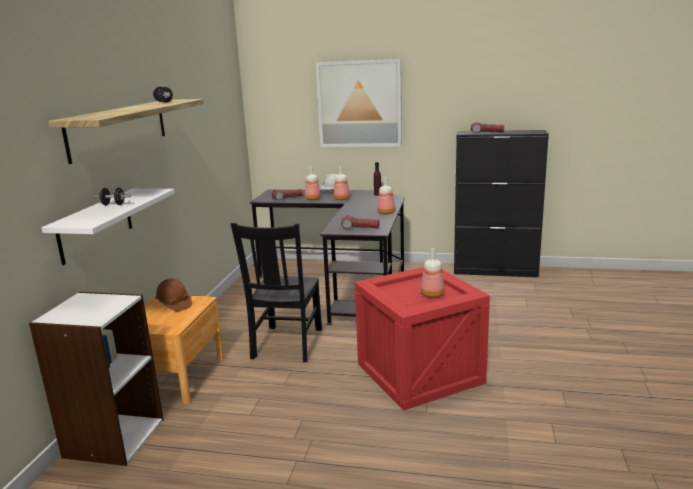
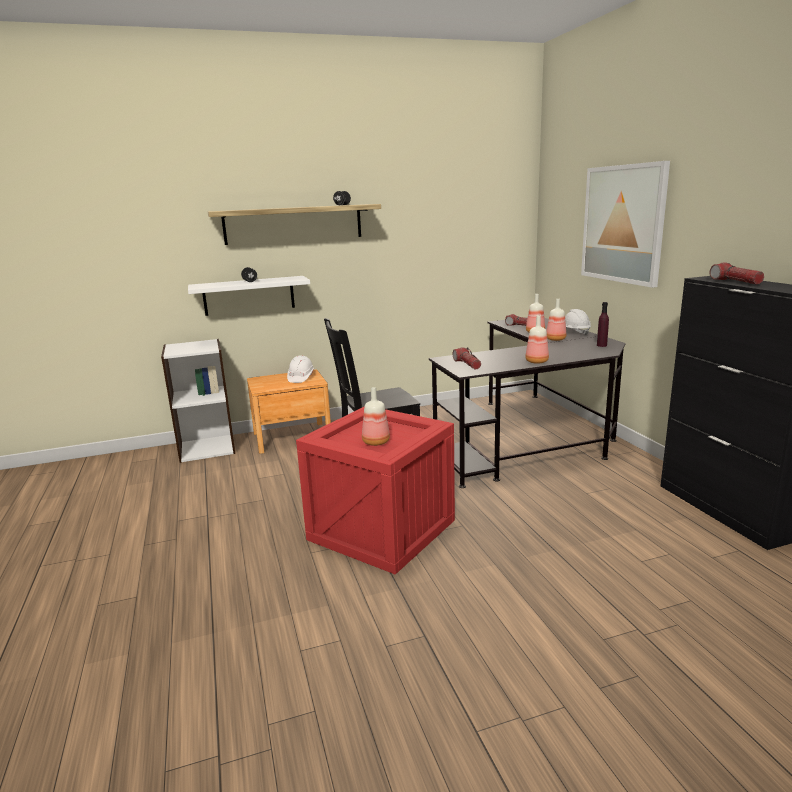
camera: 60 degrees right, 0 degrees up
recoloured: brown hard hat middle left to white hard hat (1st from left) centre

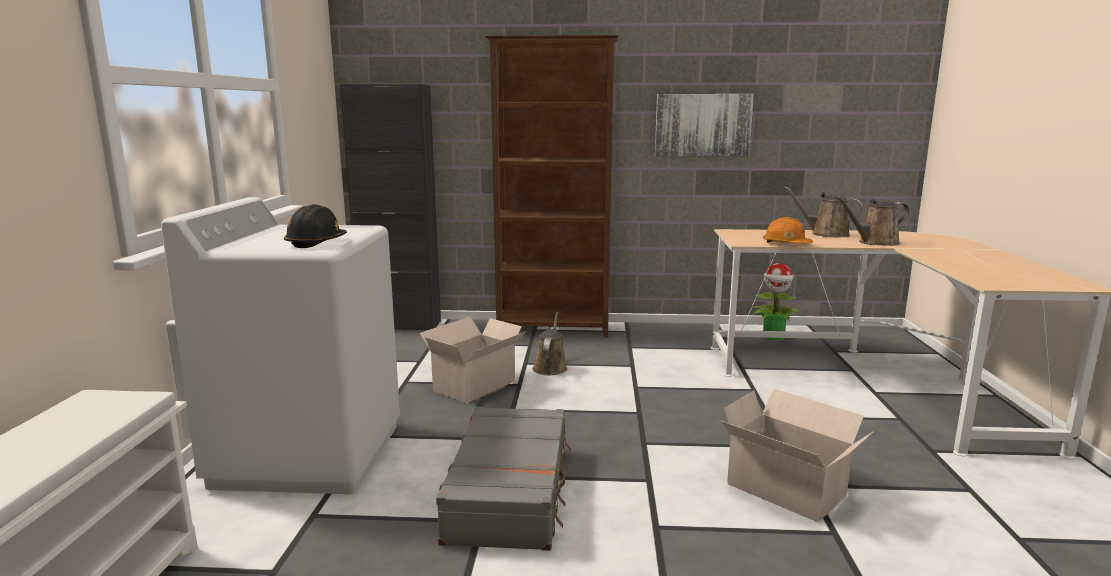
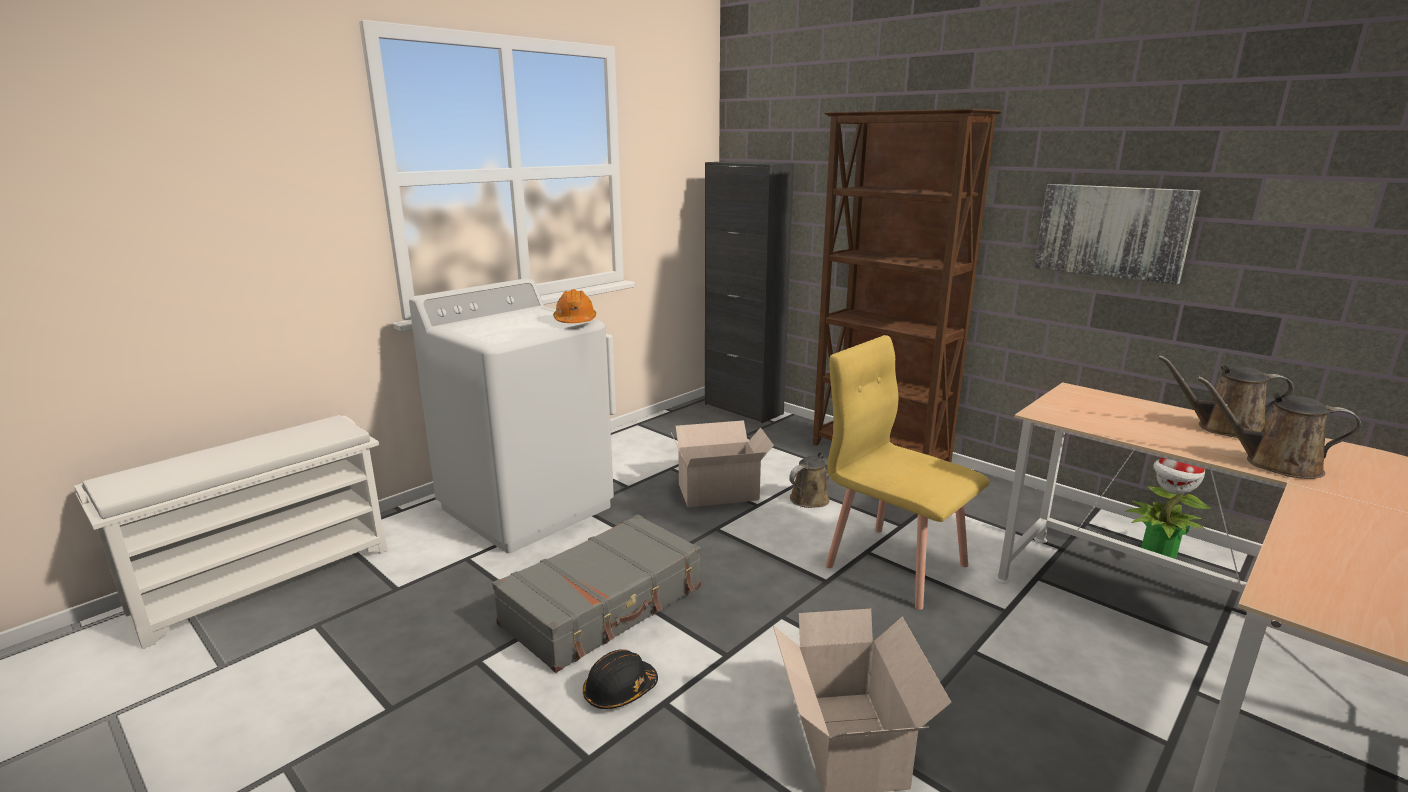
camera: 40 degrees right, 5 degrees up
added: yellow chair centre
moved: black hard hat middle left to bottom centre; orange hard hat middle right to centre
turned: brown watering can (2nd from left) middle right = middle right 60 degrees counterclockwise

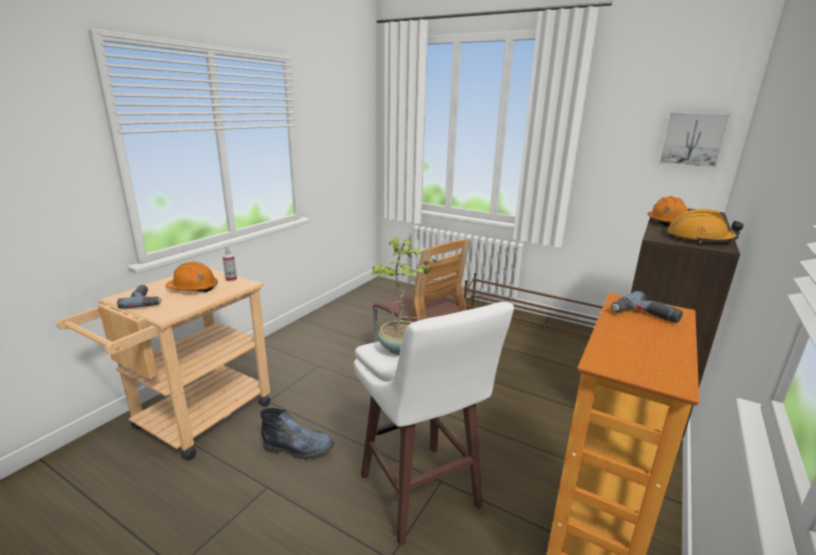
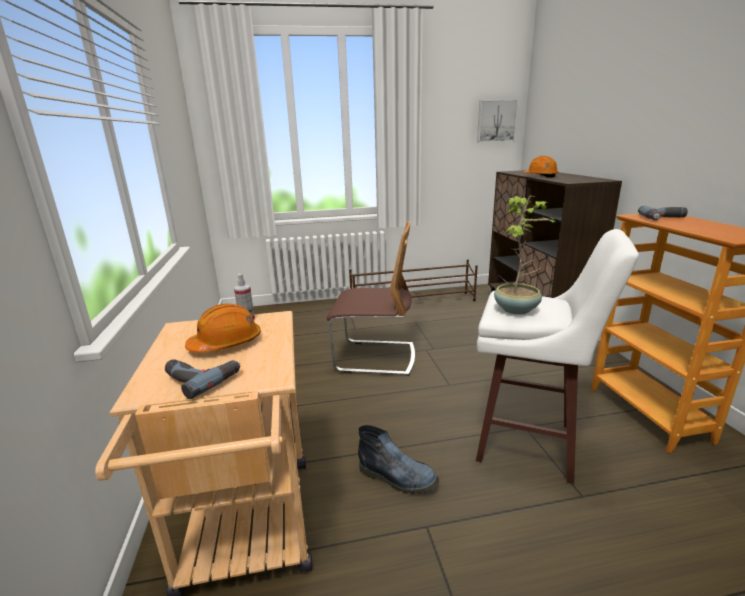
camera: 40 degrees left, 0 degrees up
removed: orange hard hat (3rd from left) middle right
turned: boot bottom centre = bottom centre 60 degrees clockwise

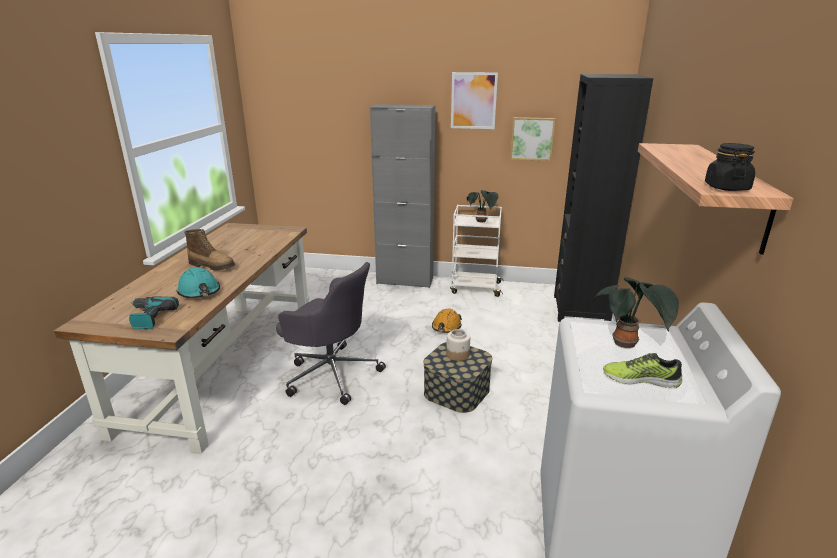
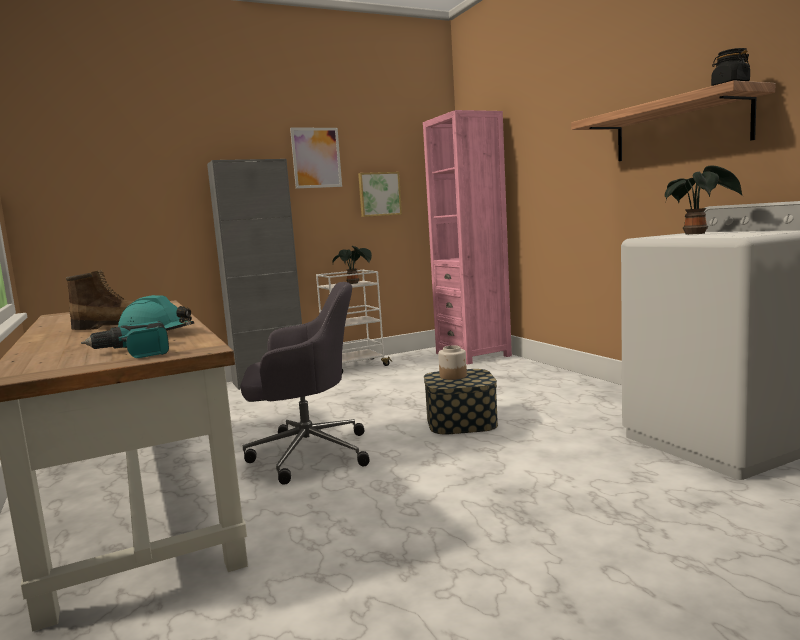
camera: 35 degrees left, 15 degrees down
removed: orange hard hat centre; shoe middle right
recoloured: black bookcase middle right to pink bookcase centre

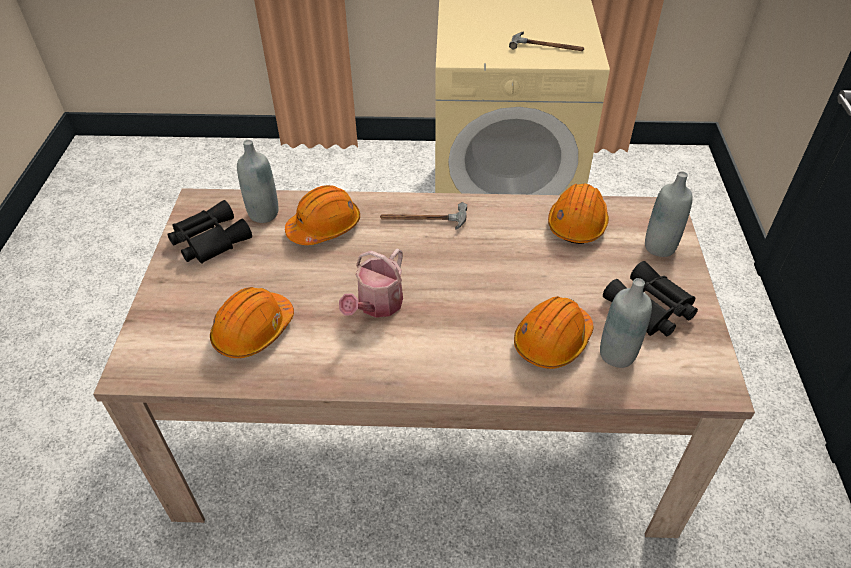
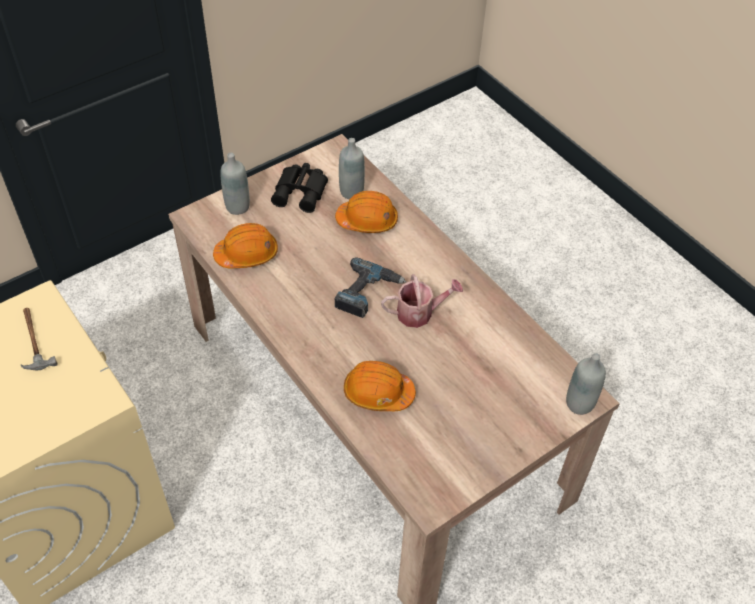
camera: 130 degrees left, 5 degrees up
removed: black binoculars (1st from left) middle left; orange hard hat (1st from left) middle left; hammer (1st from left) centre
added: power drill centre
moved: grey bottle (1st from left in the first image) top left to grey bottle (3rd from left) middle right

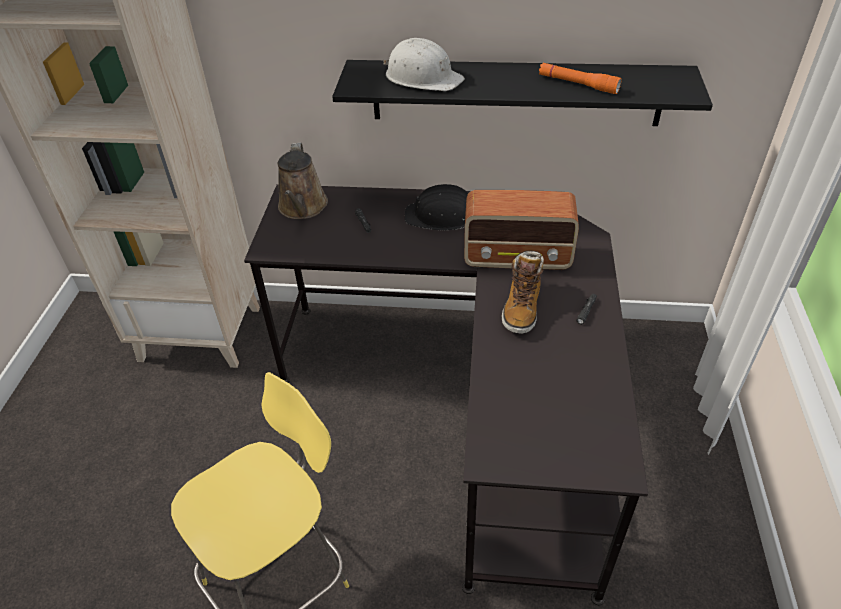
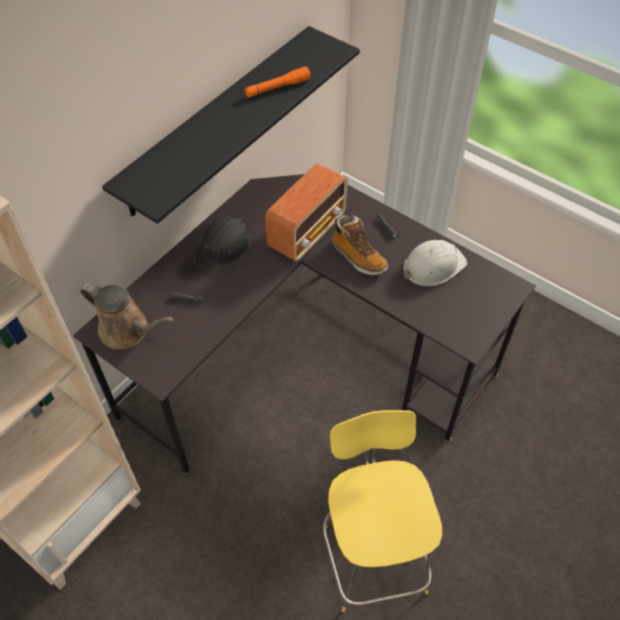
camera: 60 degrees left, 10 degrees up
moved: white hard hat top centre to middle right

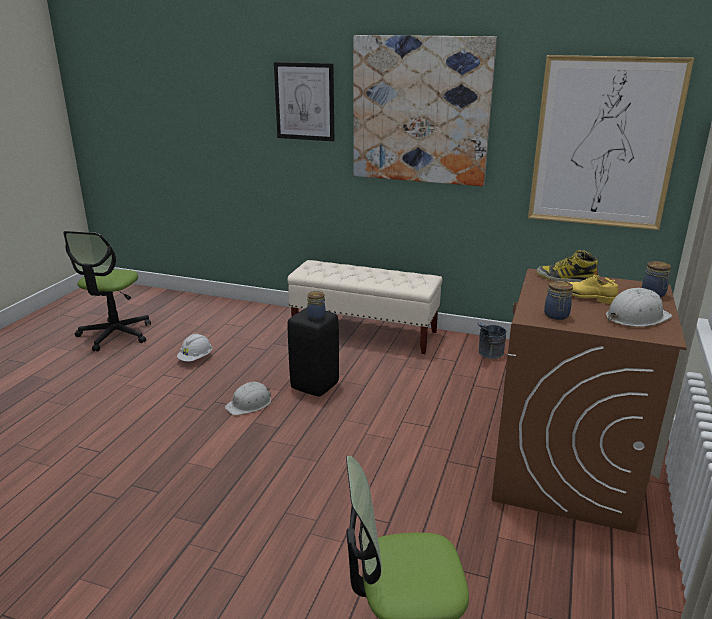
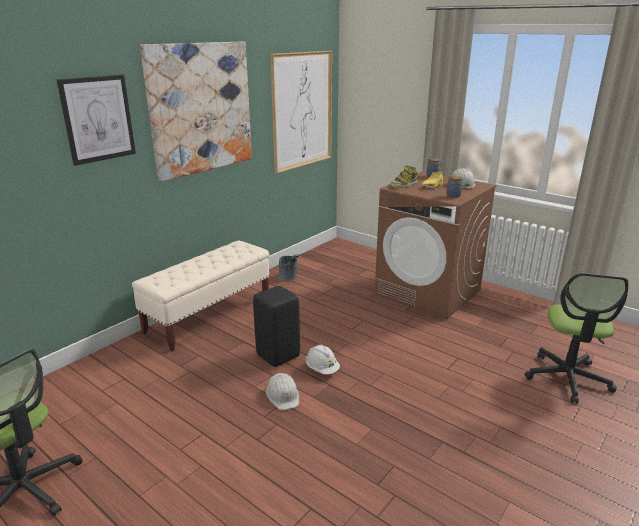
camera: 70 degrees left, 0 degrees up
removed: jar (1st from left) centre
moved: white hard hat (1st from left in the first image) middle left to white hard hat (2nd from left) bottom centre

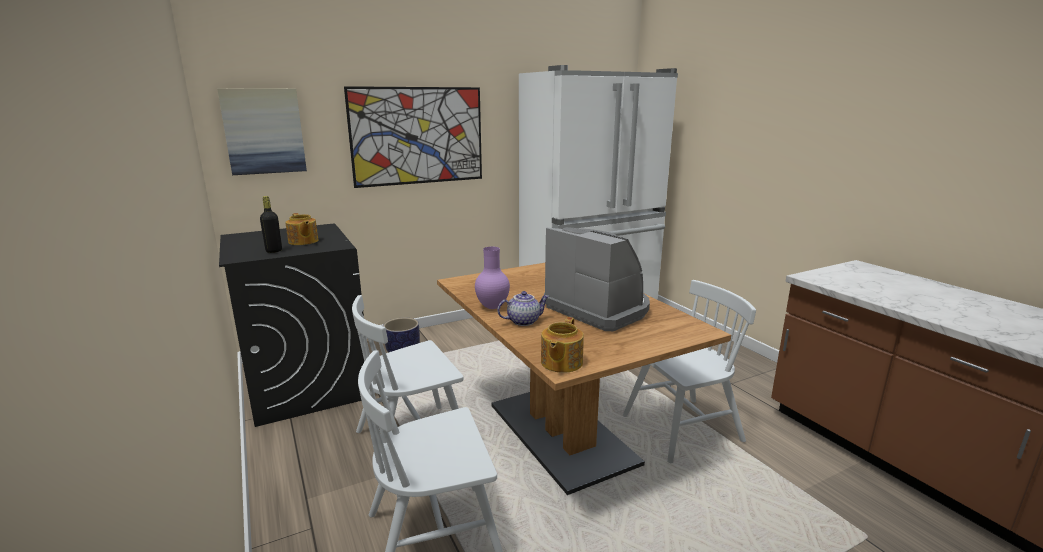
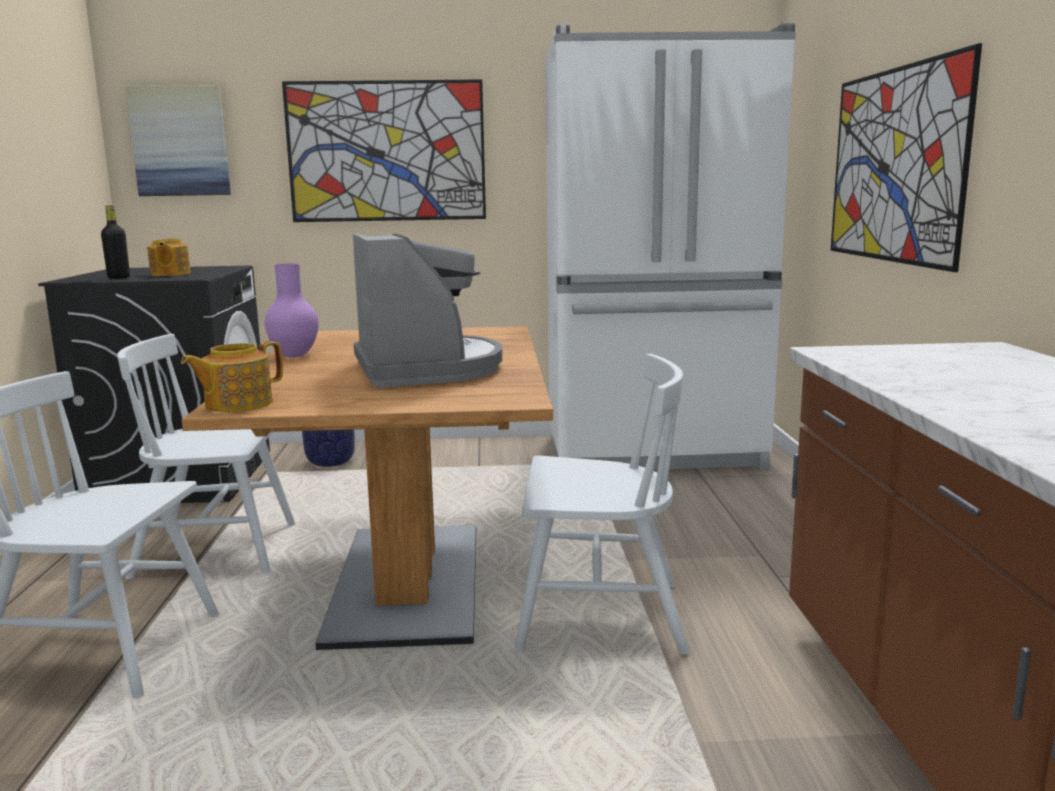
camera: 25 degrees right, 5 degrees down
removed: teapot (2nd from left) centre
added: picture (3rd from left) top right

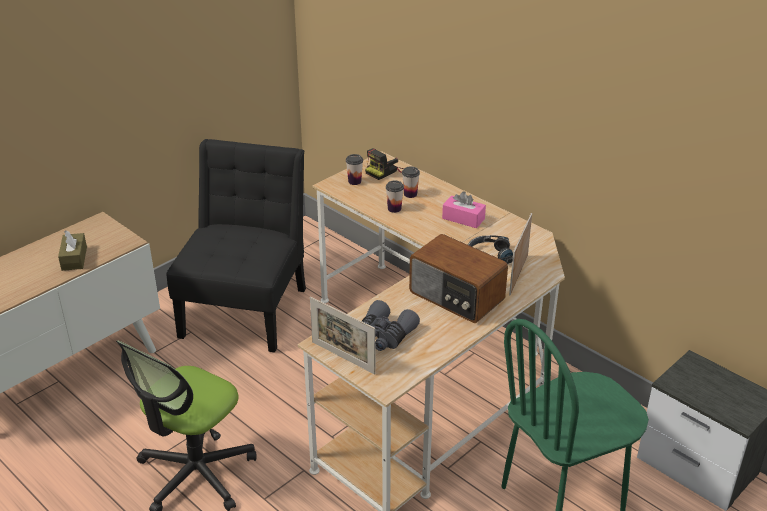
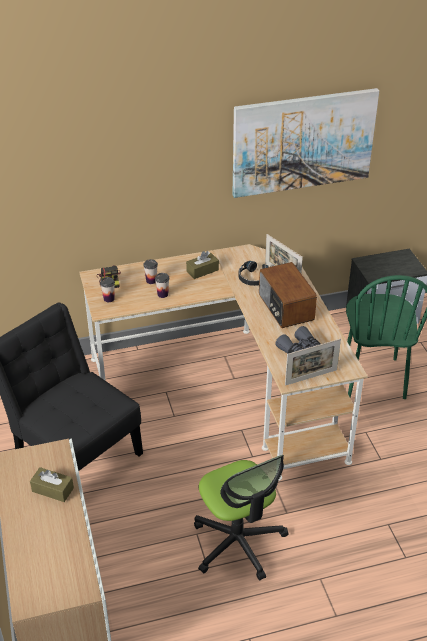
camera: 60 degrees left, 5 degrees up
added: picture top right
recoloured: pink tissue box centre to brown tissue box (2nd from left) centre
turned: radio centre = middle right 90 degrees clockwise

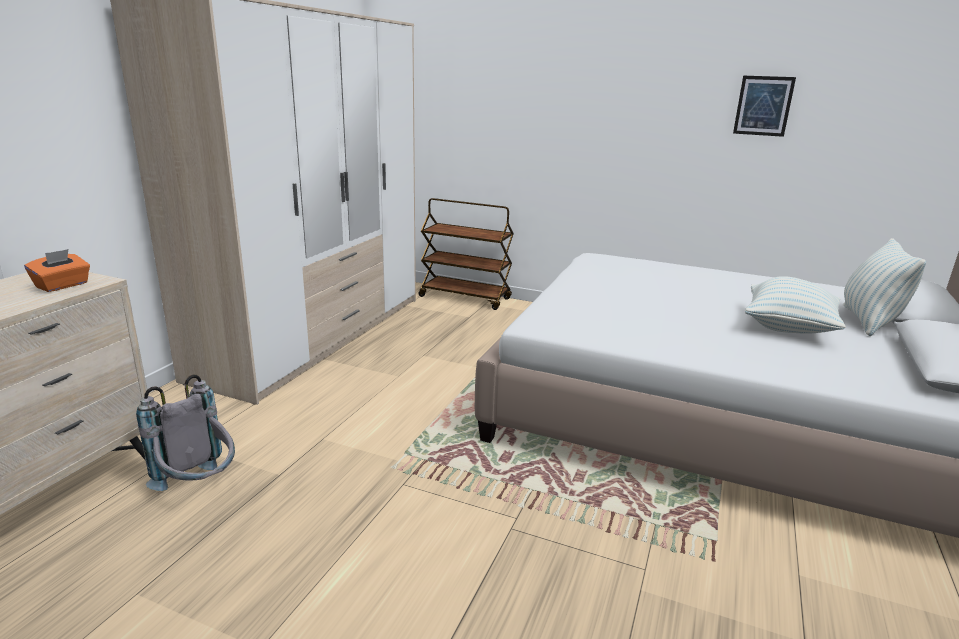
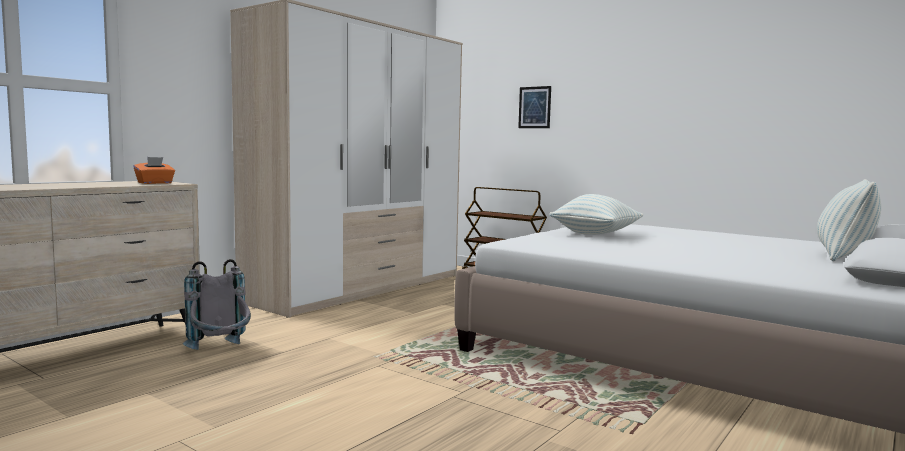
camera: 15 degrees right, 15 degrees down
moved: picture top right to top centre; pillow (1st from left) middle right to centre

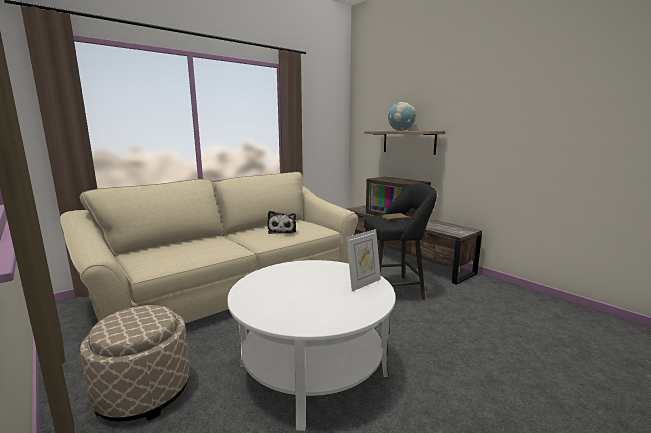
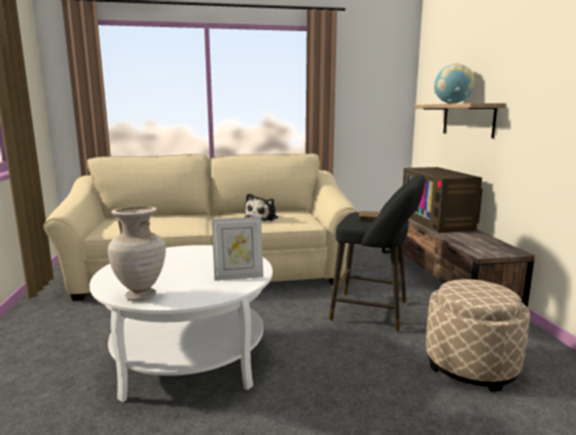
camera: 30 degrees right, 0 degrees up
added: beige vase middle left
moved: beige ottoman bottom left to bottom right

